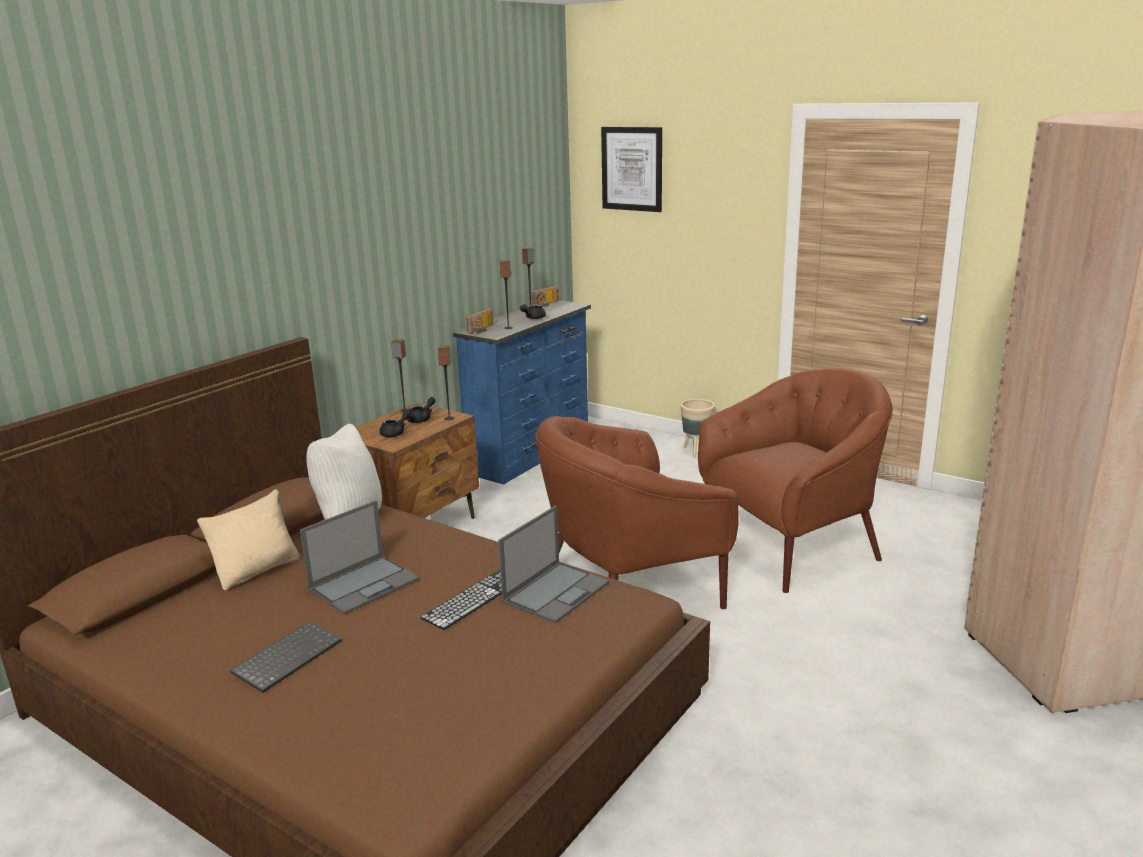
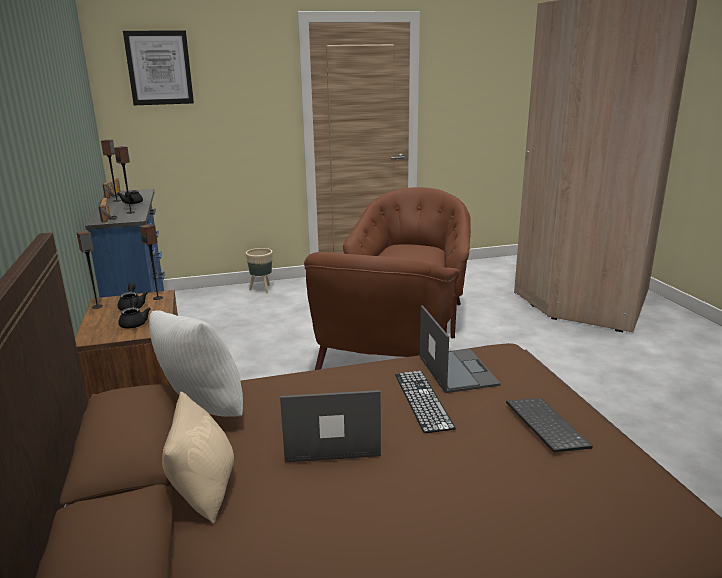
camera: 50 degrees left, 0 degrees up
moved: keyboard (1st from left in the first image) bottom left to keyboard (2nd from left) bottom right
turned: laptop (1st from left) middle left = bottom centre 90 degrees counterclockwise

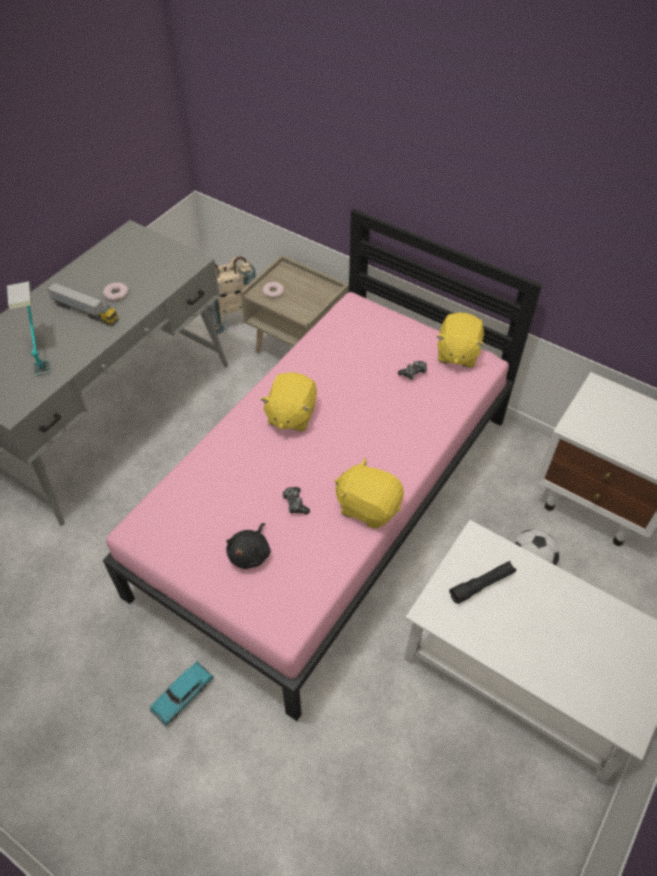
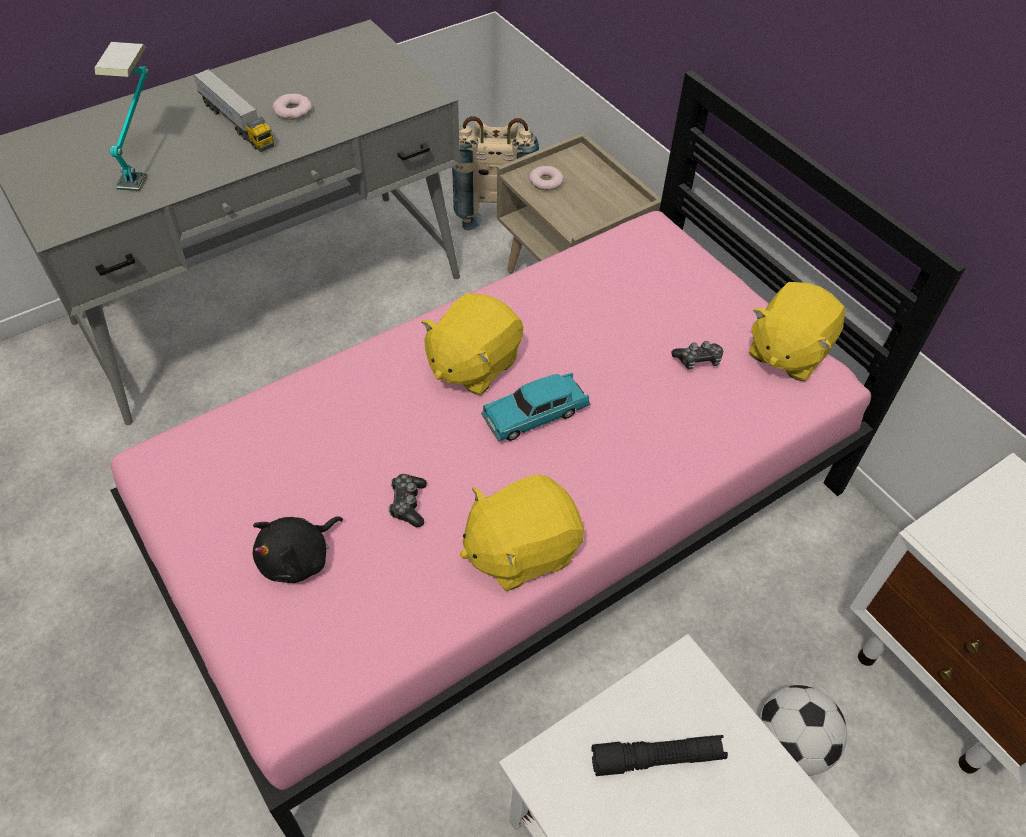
camera: 20 degrees right, 0 degrees up
moved: turquoise toy car bottom left to centre
turned: yellow plush toy (2nd from left) centre = centre 75 degrees counterclockwise

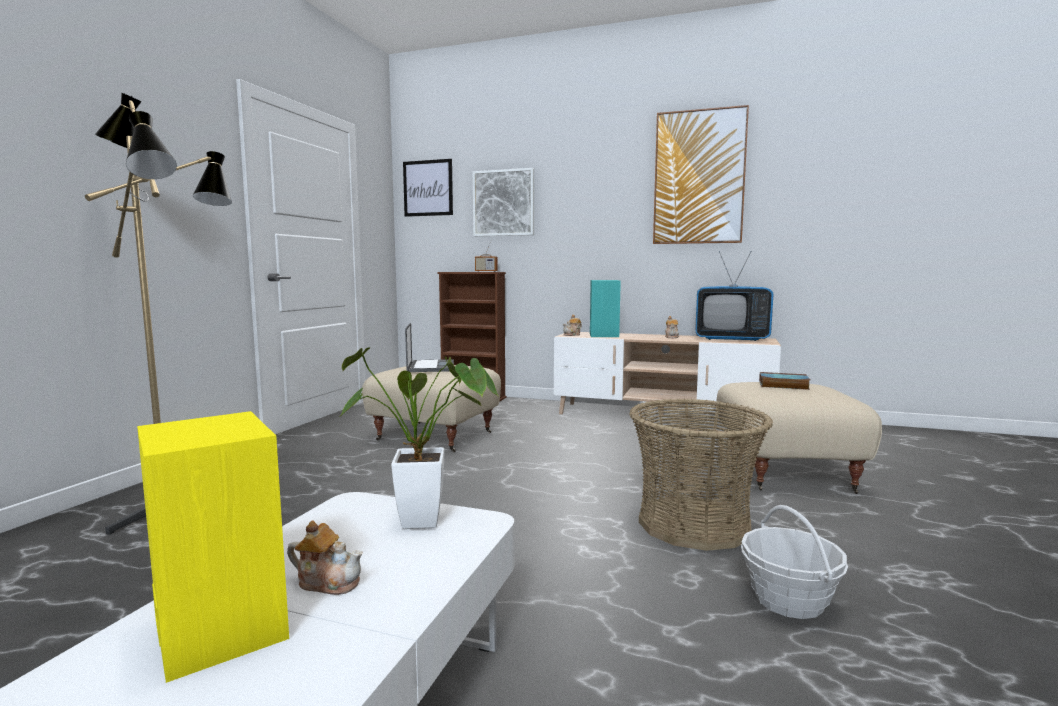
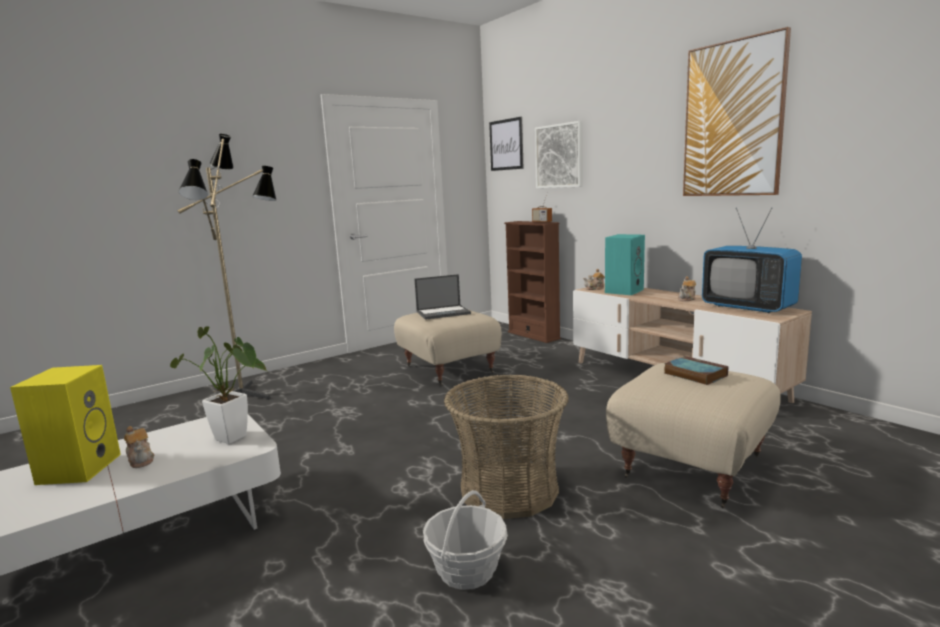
camera: 35 degrees right, 5 degrees up
turned: laptop centre = centre 45 degrees clockwise

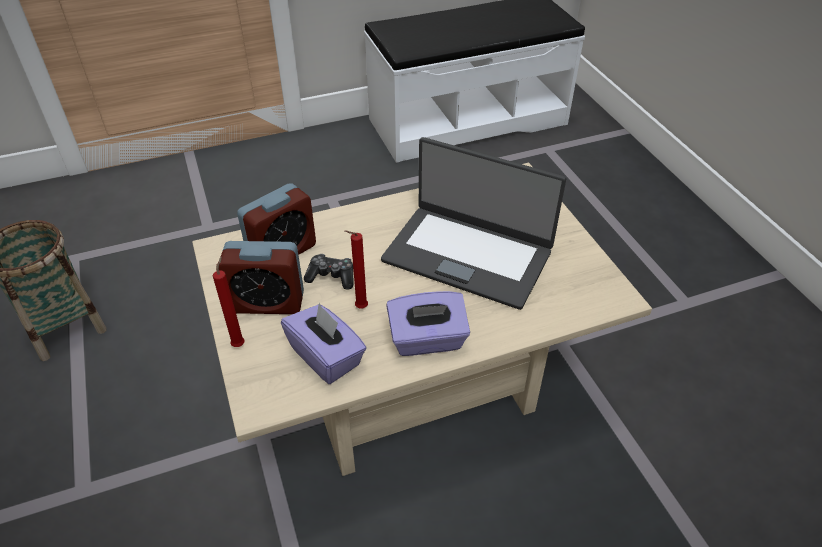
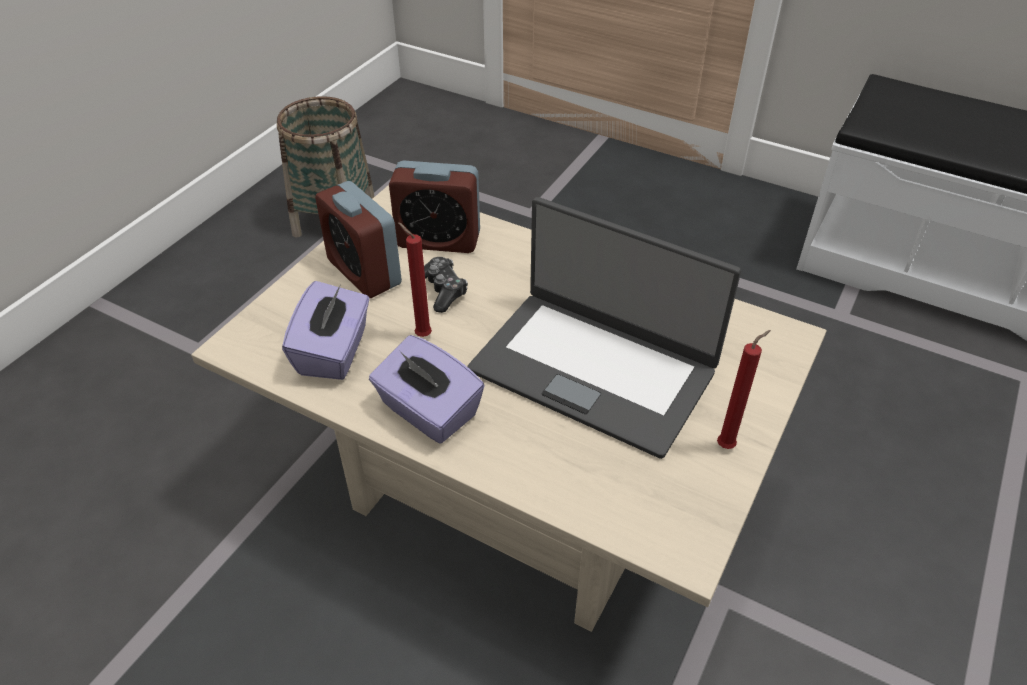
camera: 50 degrees right, 0 degrees up
moved: red candle (1st from left in the first image) middle left to red candle (2nd from left) middle right
turned: laptop centre = centre 45 degrees counterclockwise

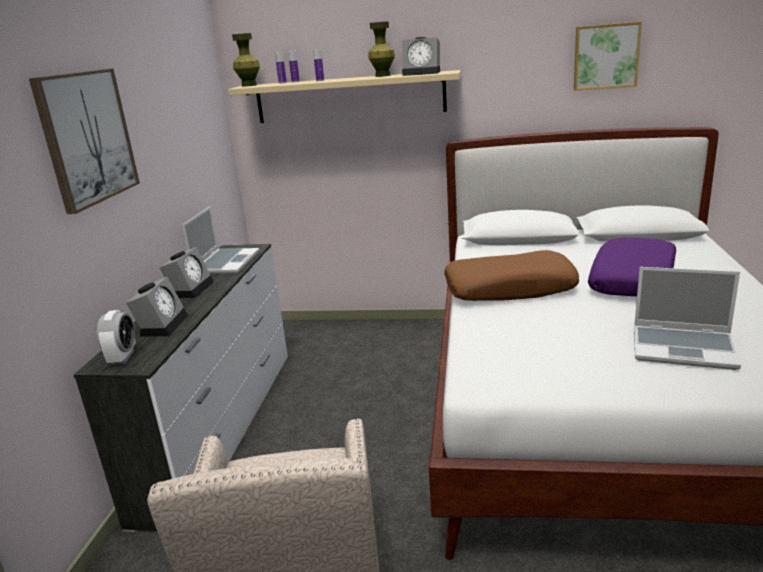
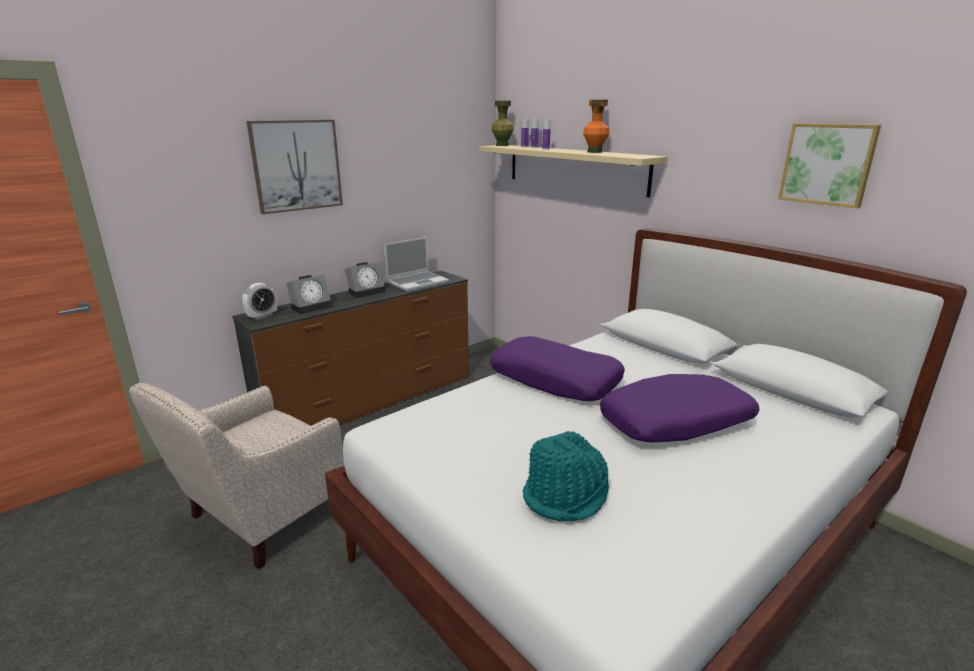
camera: 40 degrees right, 0 degrees up
removed: alarm clock (4th from left) top centre
replaced: laptop (2nd from left) middle right to turquoise hat bottom centre
recoloured: white dresser bottom left to brown dresser centre; green vase (2nd from left) top centre to orange vase top centre; brown pillow middle right to purple pillow (1st from left) centre

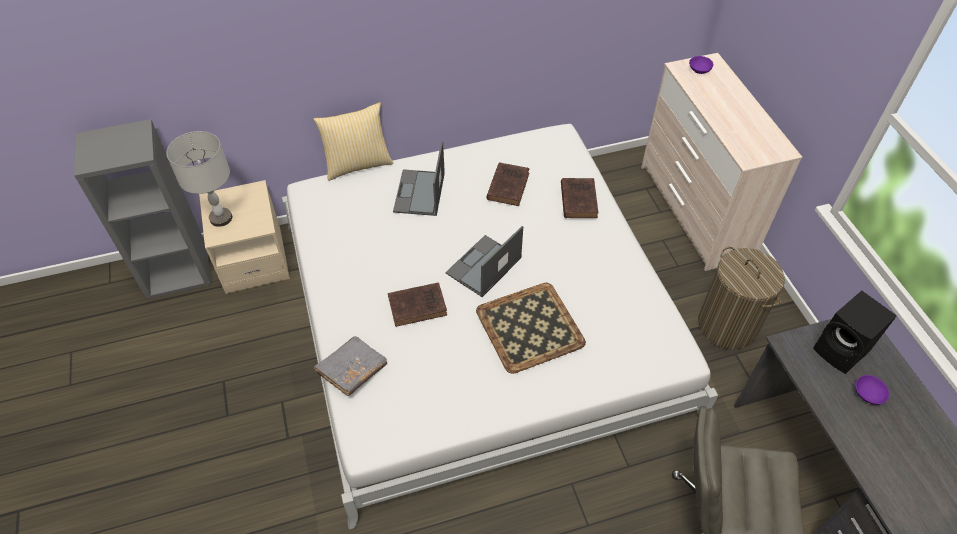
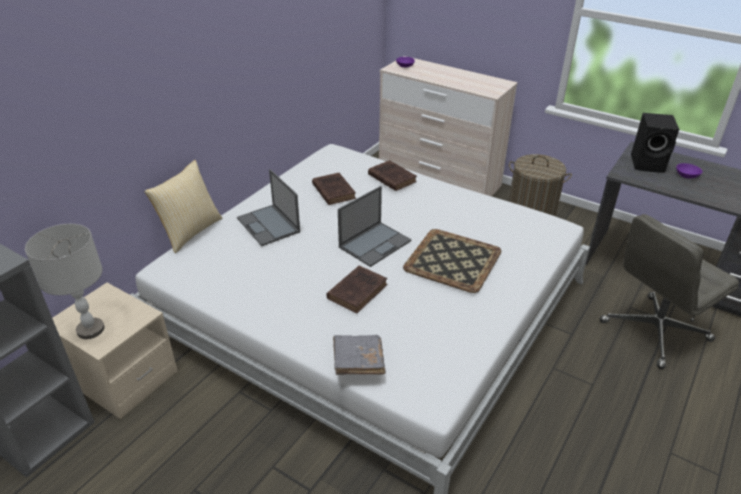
camera: 40 degrees left, 15 degrees down
turned: laptop (2nd from left) centre = centre 135 degrees counterclockwise

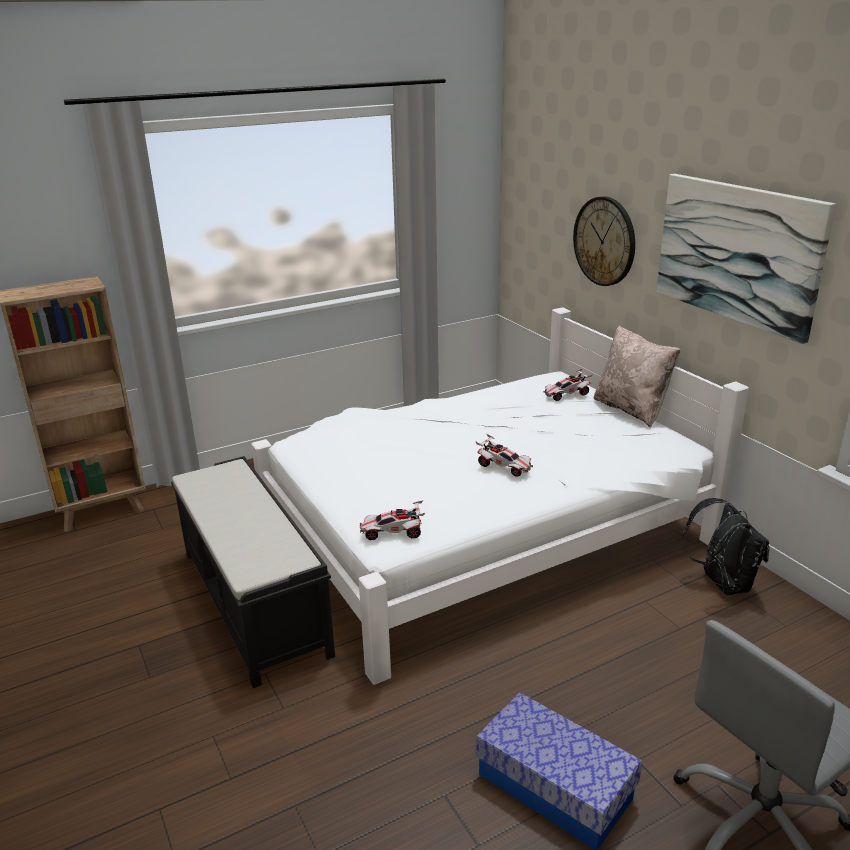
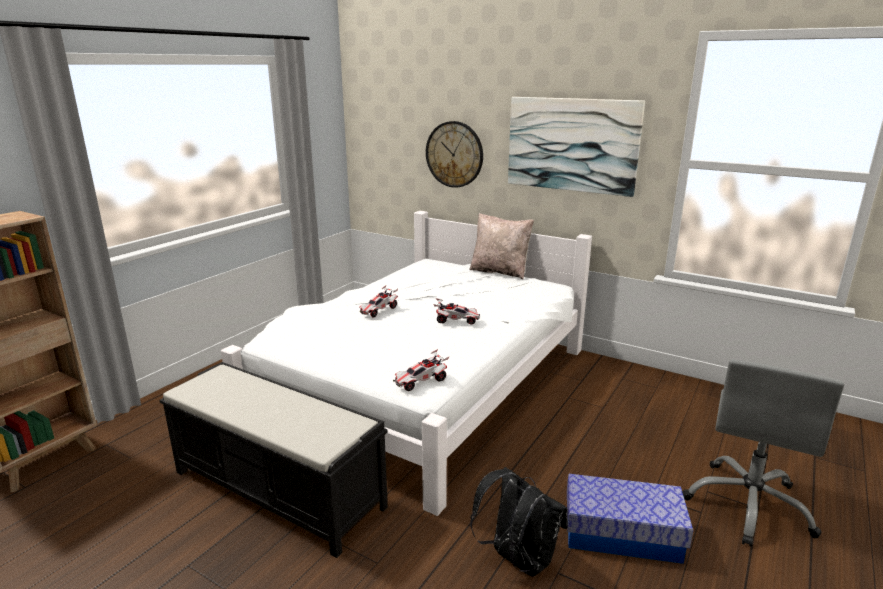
camera: 30 degrees left, 5 degrees down
moved: toy car (3rd from left in the first image) middle right to toy car (1st from left) centre; black backpack middle right to bottom centre

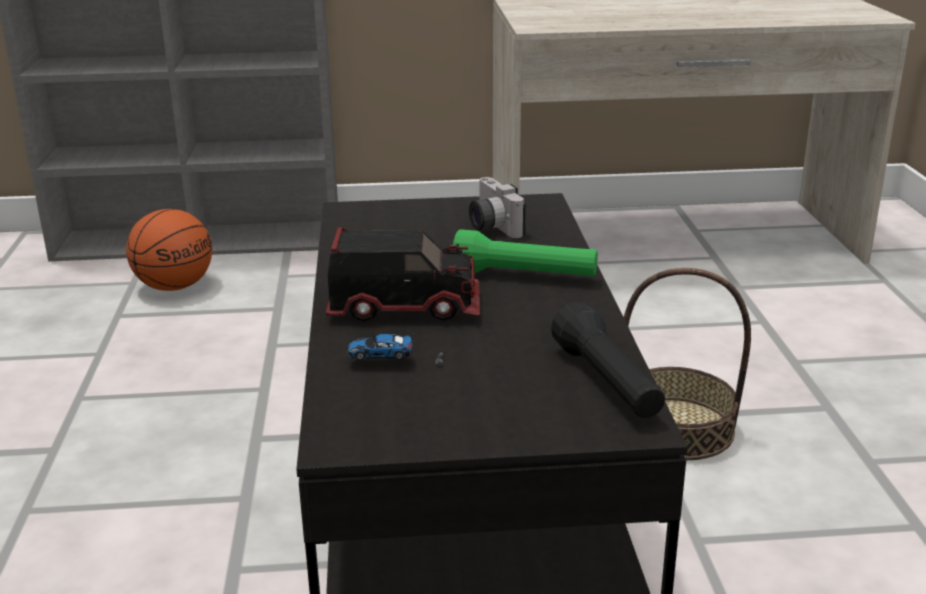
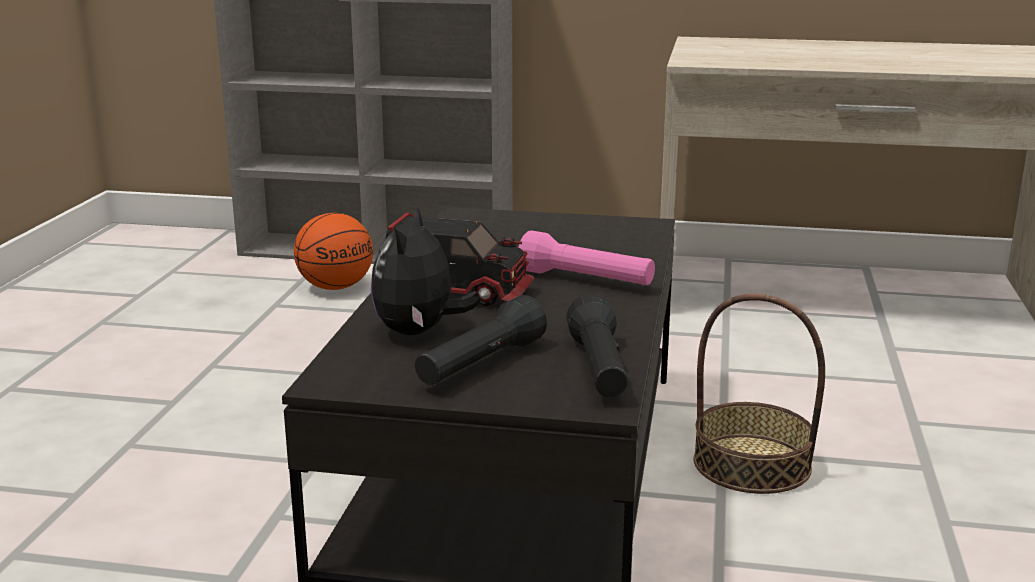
camera: 15 degrees right, 5 degrees down
removed: photo camera centre
added: black flashlight (1st from left) centre
replaced: toy car centre to plush toy centre
recoloured: green flashlight centre to pink flashlight centre

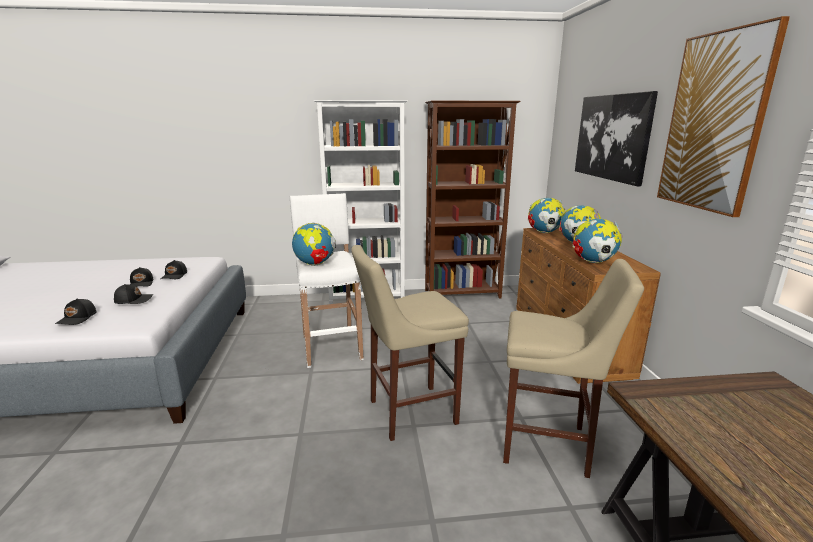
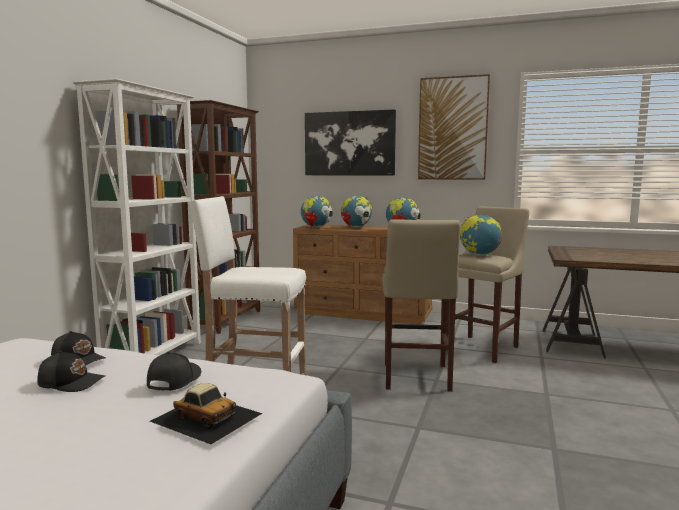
camera: 65 degrees left, 10 degrees down
moved: globe (1st from left in the first image) centre to globe (4th from left) middle right
replaced: black cap (1st from left) middle left to toy car bottom left

